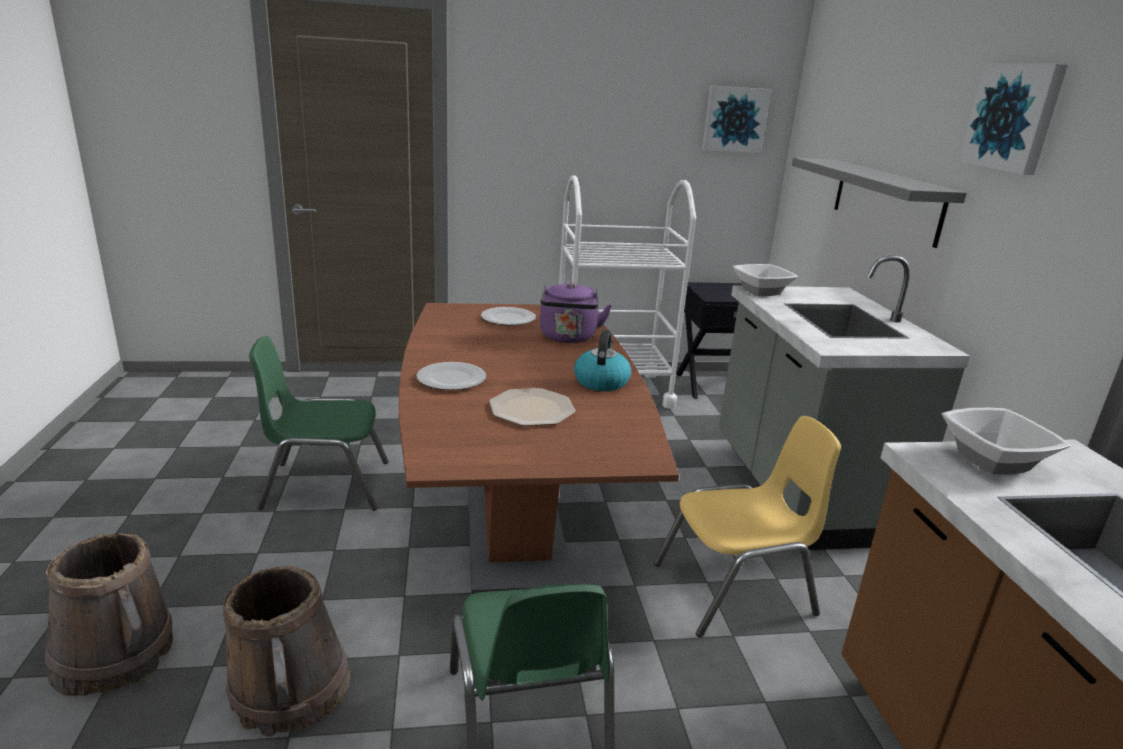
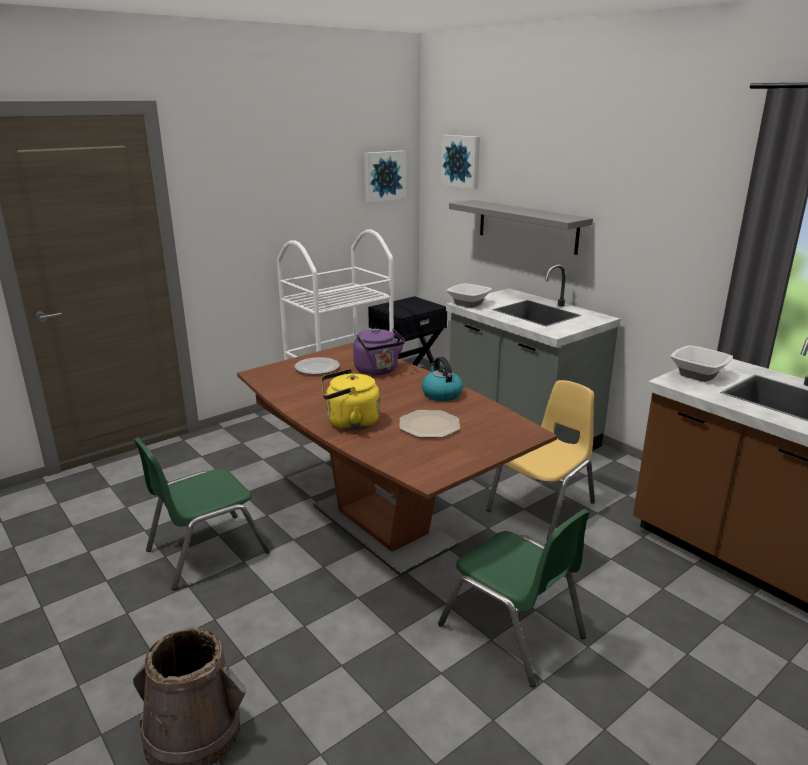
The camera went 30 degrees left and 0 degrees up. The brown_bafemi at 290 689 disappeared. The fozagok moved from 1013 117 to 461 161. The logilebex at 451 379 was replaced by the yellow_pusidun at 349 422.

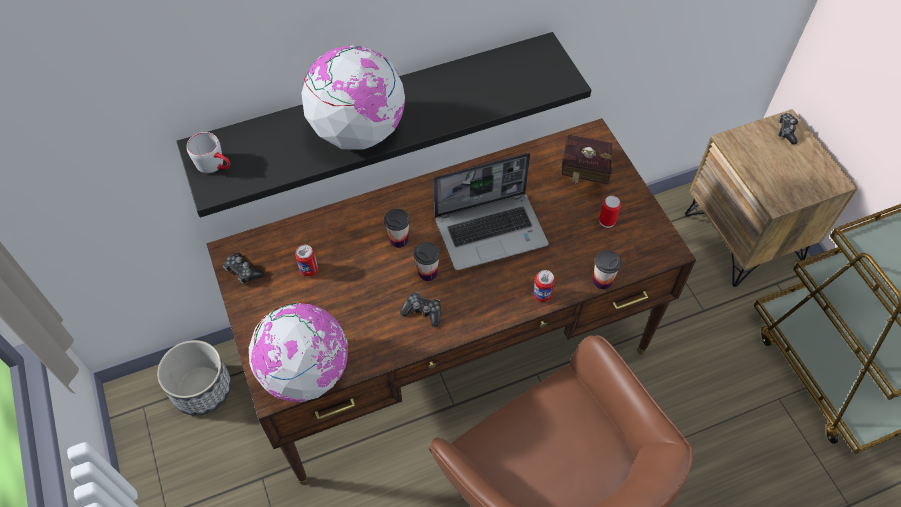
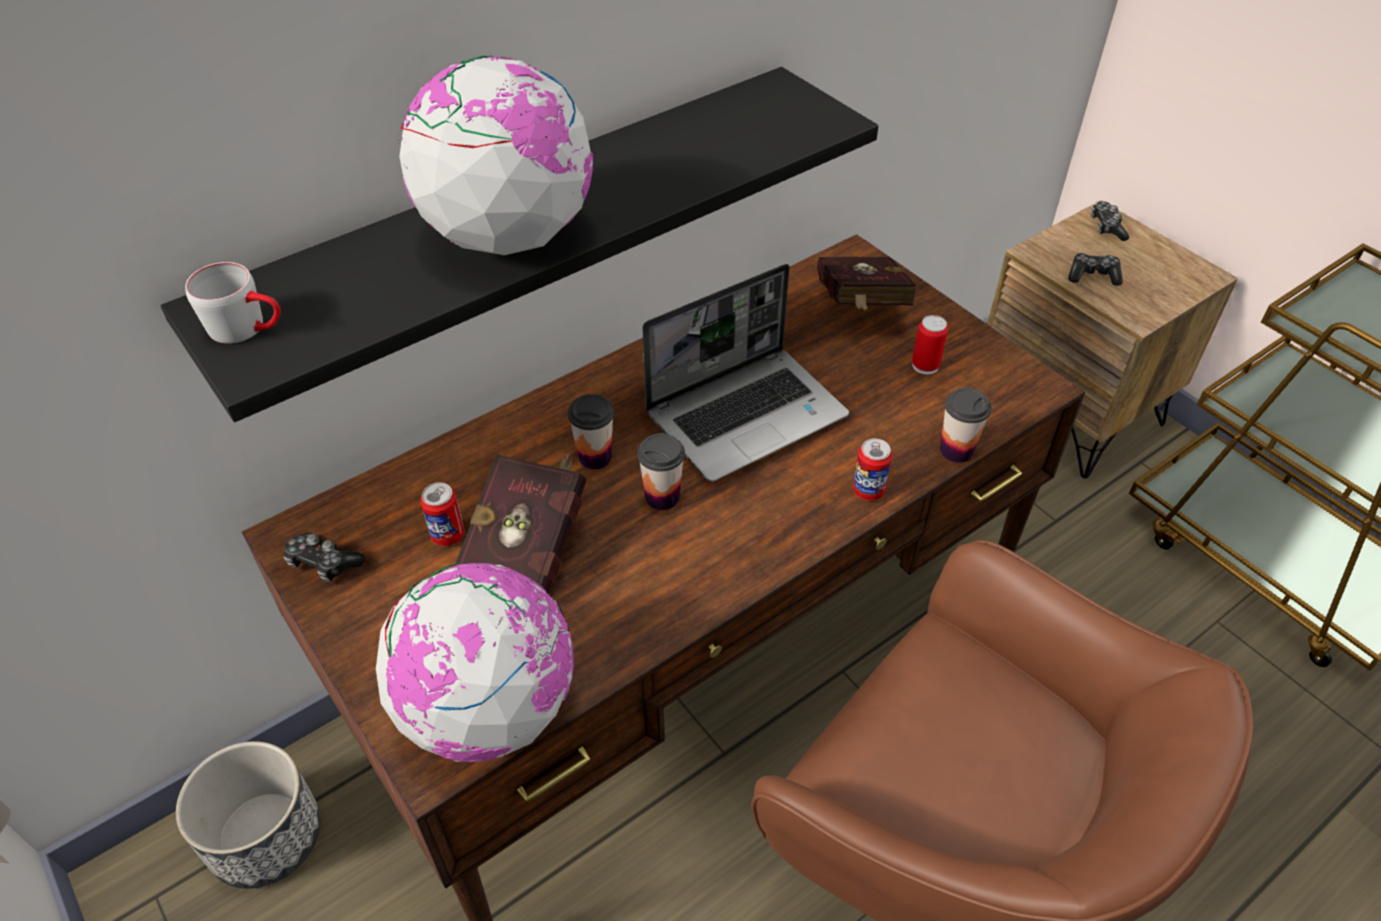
The camera went 15 degrees left and 10 degrees down. The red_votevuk at 529 548 appeared. The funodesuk moved from 423 312 to 1093 276.

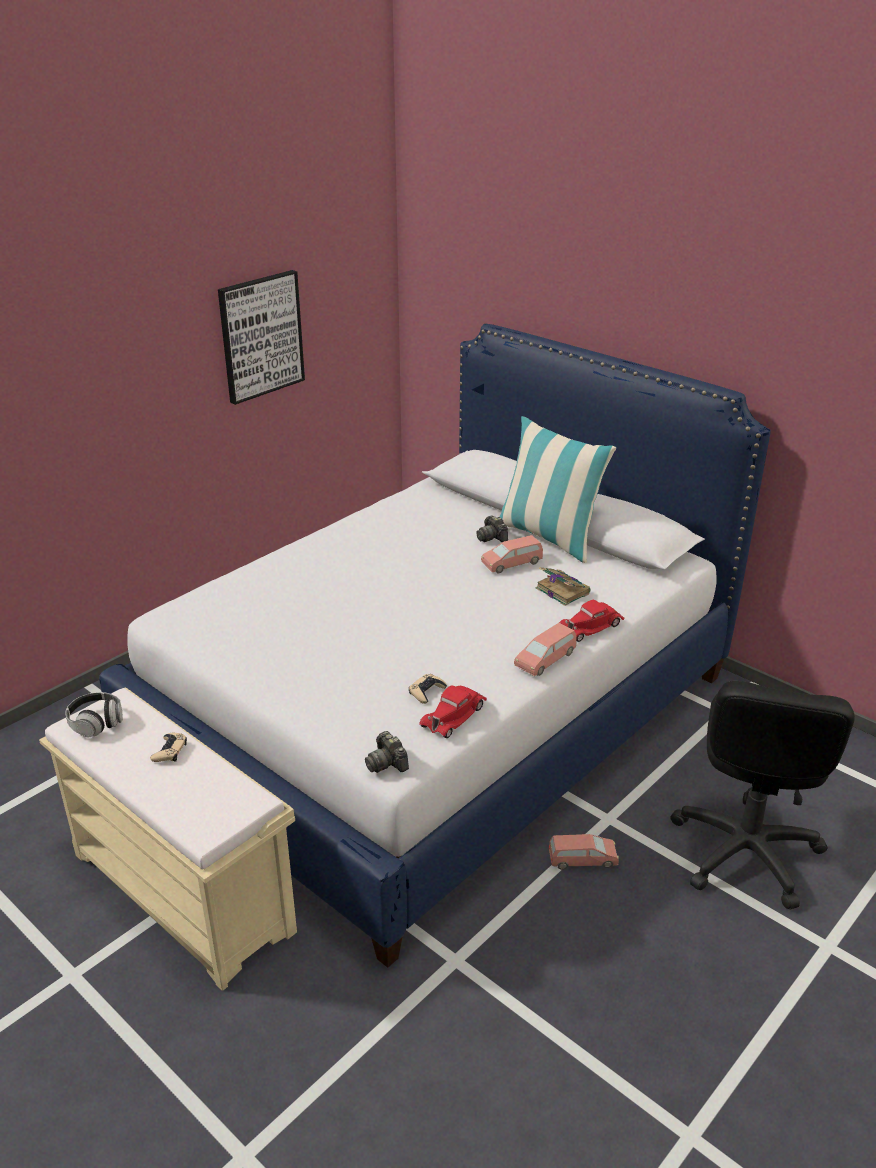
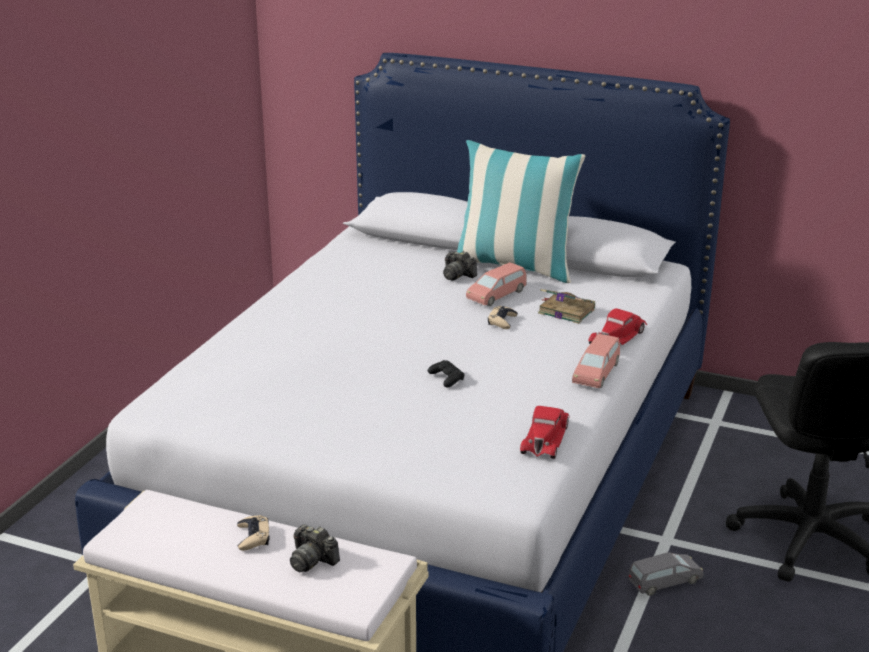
The camera went 20 degrees left and 5 degrees down. The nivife at 96 723 disappeared. The fozagok at 261 336 disappeared. The black_funodesuk at 446 378 appeared. The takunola moved from 387 763 to 312 560. The beige_funodesuk moved from 426 692 to 502 321. The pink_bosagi at 582 859 became the grey_bosagi at 664 582.

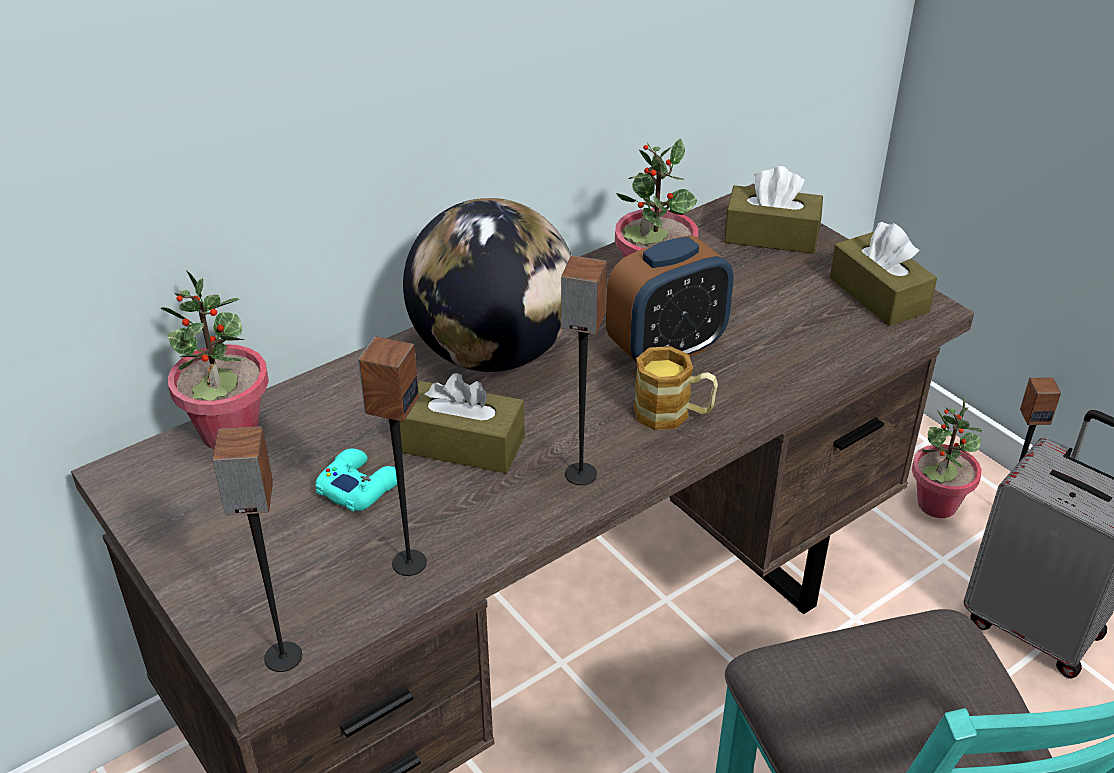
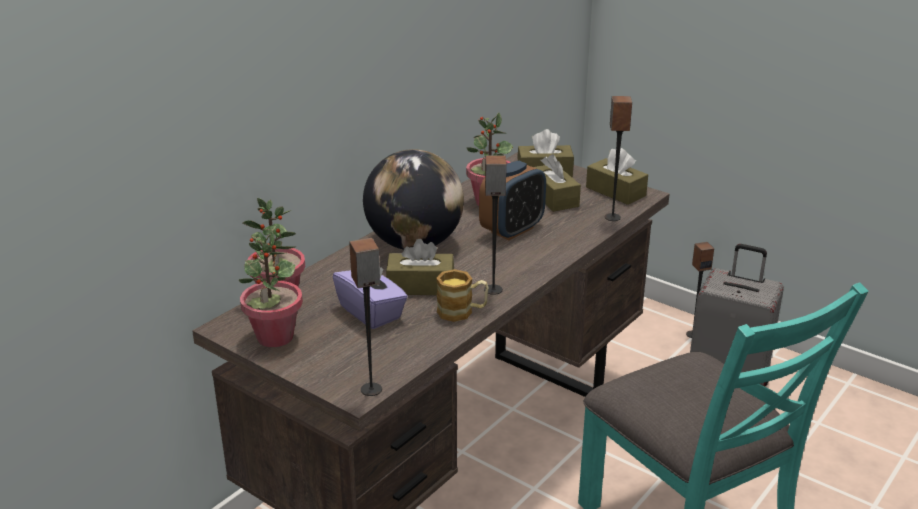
The camera went 15 degrees left and 10 degrees down. The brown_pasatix at 553 198 appeared. The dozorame moved from 408 562 to 612 217. The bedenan moved from 673 414 to 462 312. The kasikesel moved from 936 504 to 274 337. The turquoise_funodesuk at 360 486 was replaced by the purple_pasatix at 371 312.

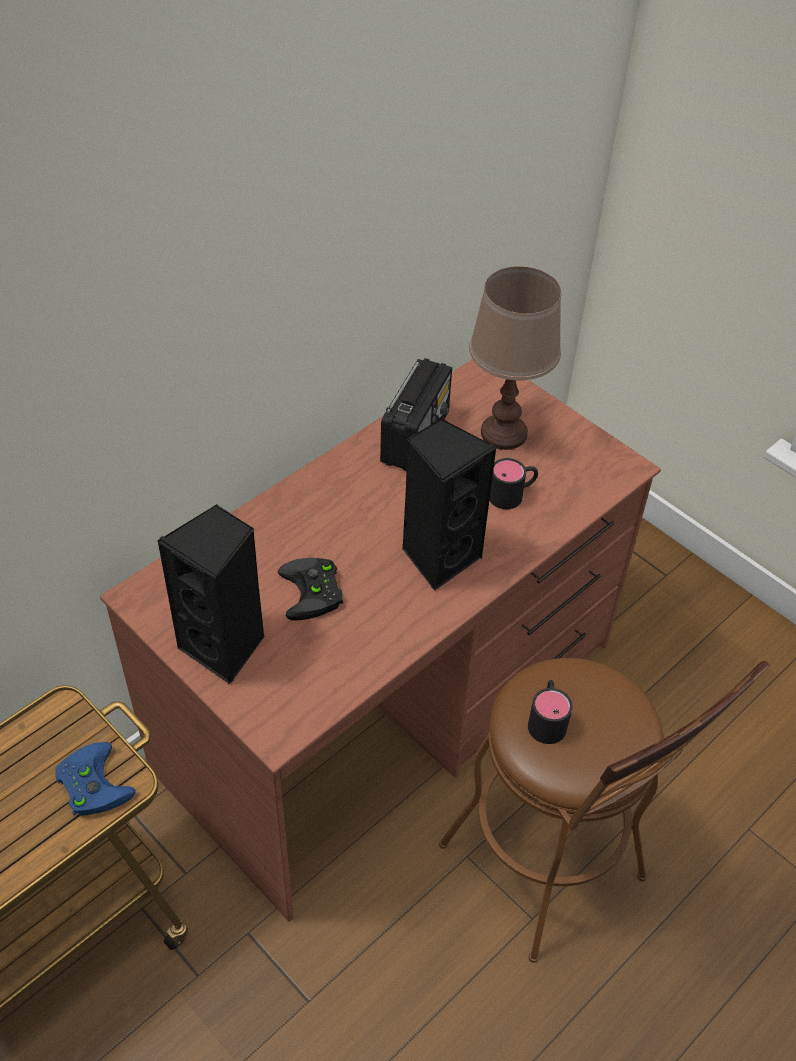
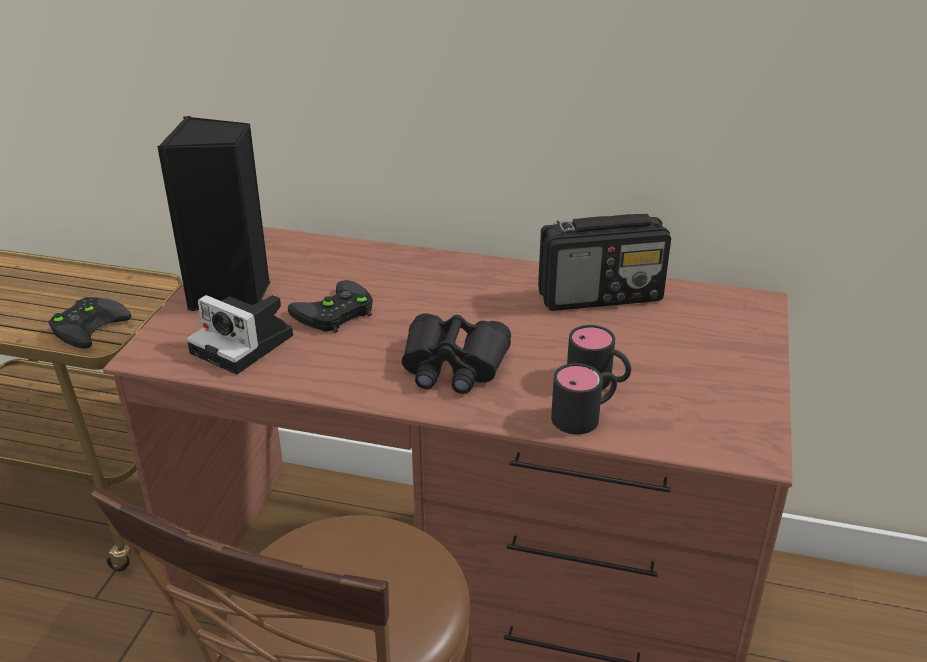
The camera went 60 degrees right and 15 degrees down. The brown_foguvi at 503 434 disappeared. The takunola at 246 344 appeared. The black_bedenan moved from 547 719 to 584 415. The black_dozorame at 439 556 was replaced by the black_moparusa at 453 366. The blue_funodesuk at 90 783 became the black_funodesuk at 88 324.

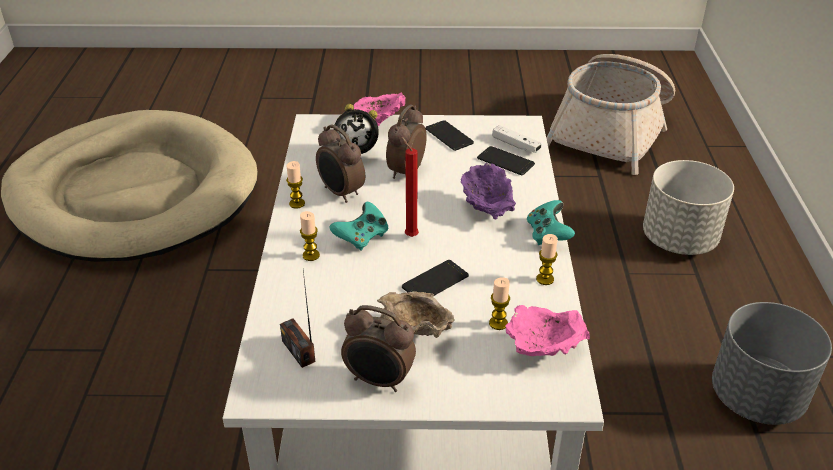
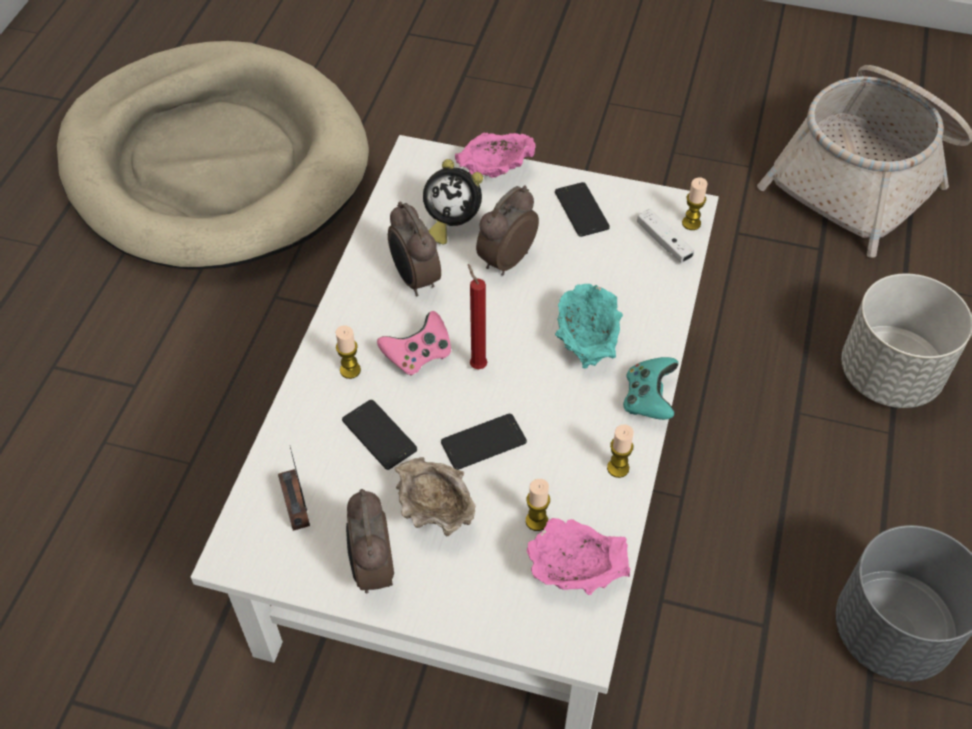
The camera went 15 degrees right and 15 degrees up. The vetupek moved from 297 203 to 691 223. The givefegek moved from 505 161 to 379 435. The turquoise_funodesuk at 362 238 became the pink_funodesuk at 418 356. The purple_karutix at 487 210 became the turquoise_karutix at 586 343. The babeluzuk at 379 381 turned 45 degrees clockwise.

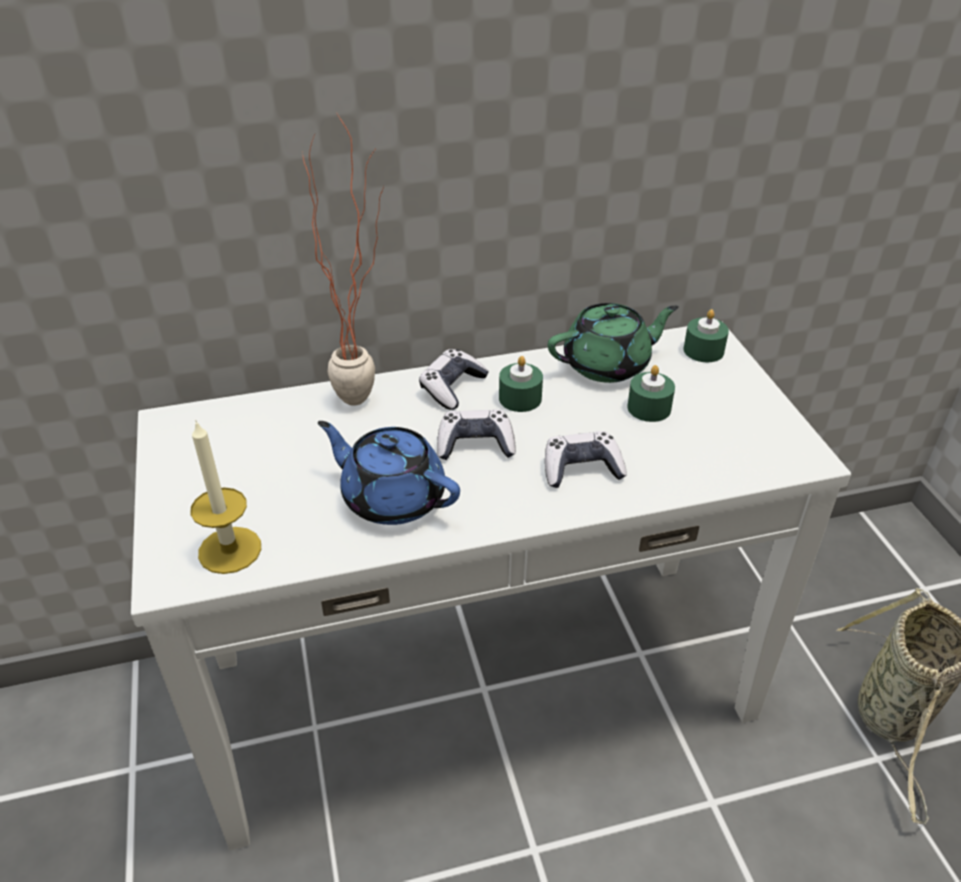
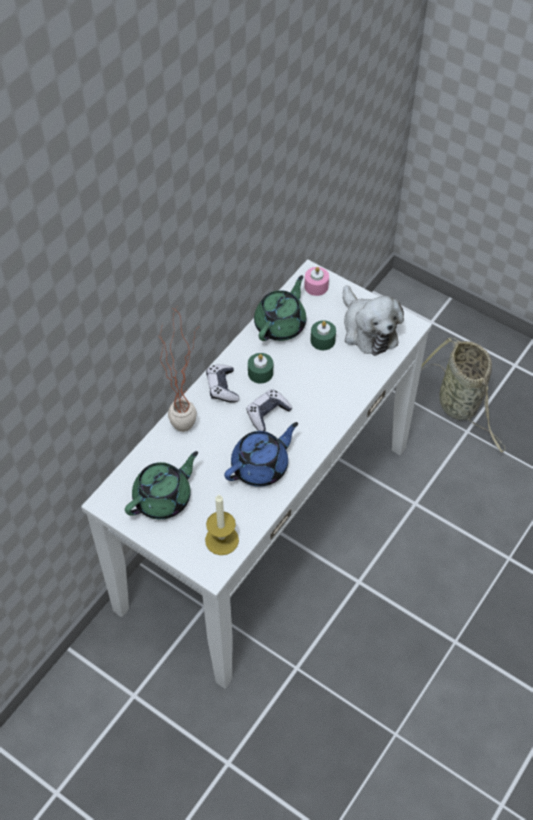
The camera went 40 degrees left and 15 degrees up. The funodesuk at 581 469 disappeared. The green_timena at 163 498 appeared. The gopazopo at 368 329 appeared. The green_vetupek at 703 350 became the pink_vetupek at 316 286. The blue_timena at 392 497 turned 150 degrees clockwise.

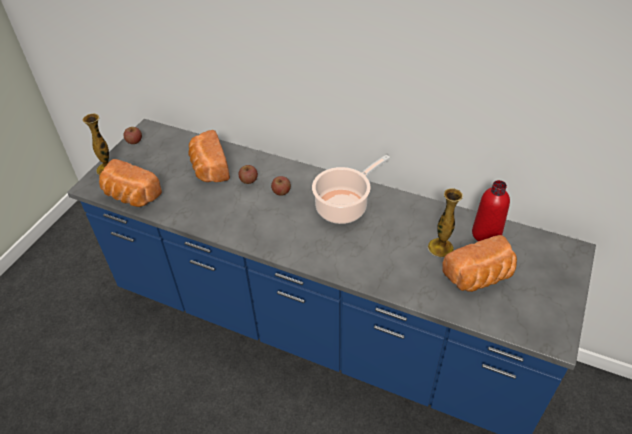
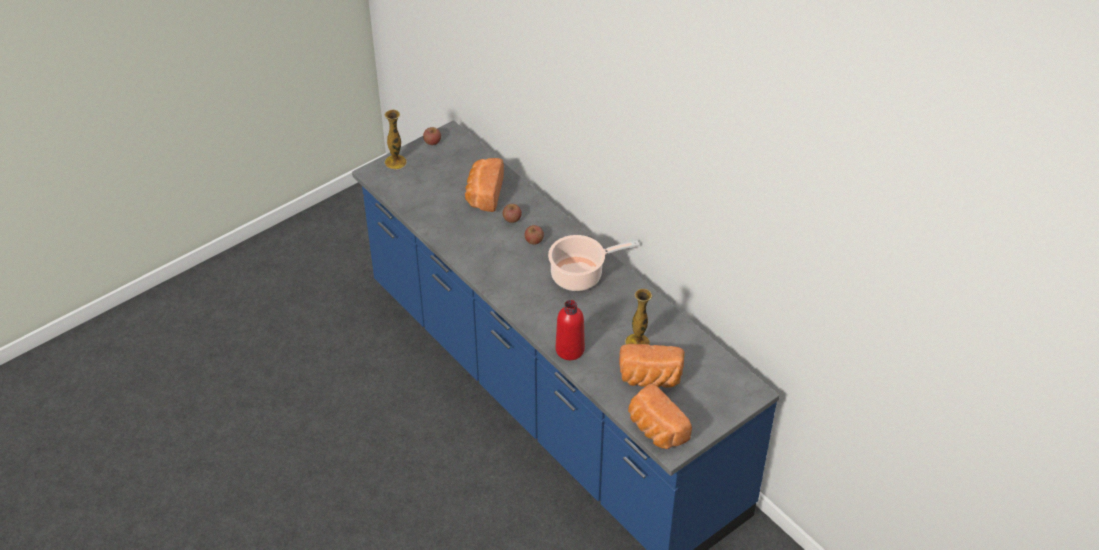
The camera went 25 degrees right and 0 degrees up. The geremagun moved from 130 196 to 655 429. The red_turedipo moved from 486 234 to 570 350.

